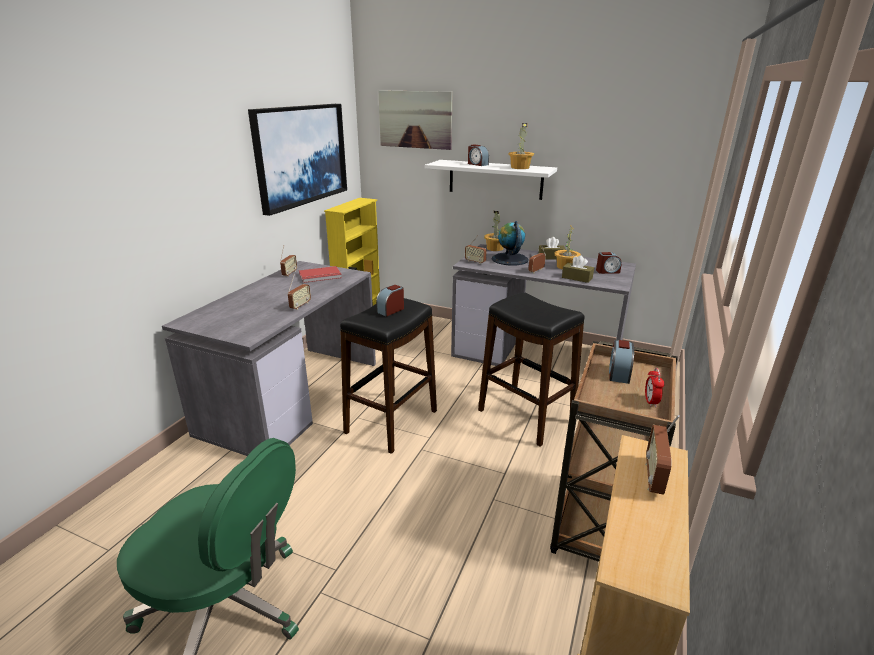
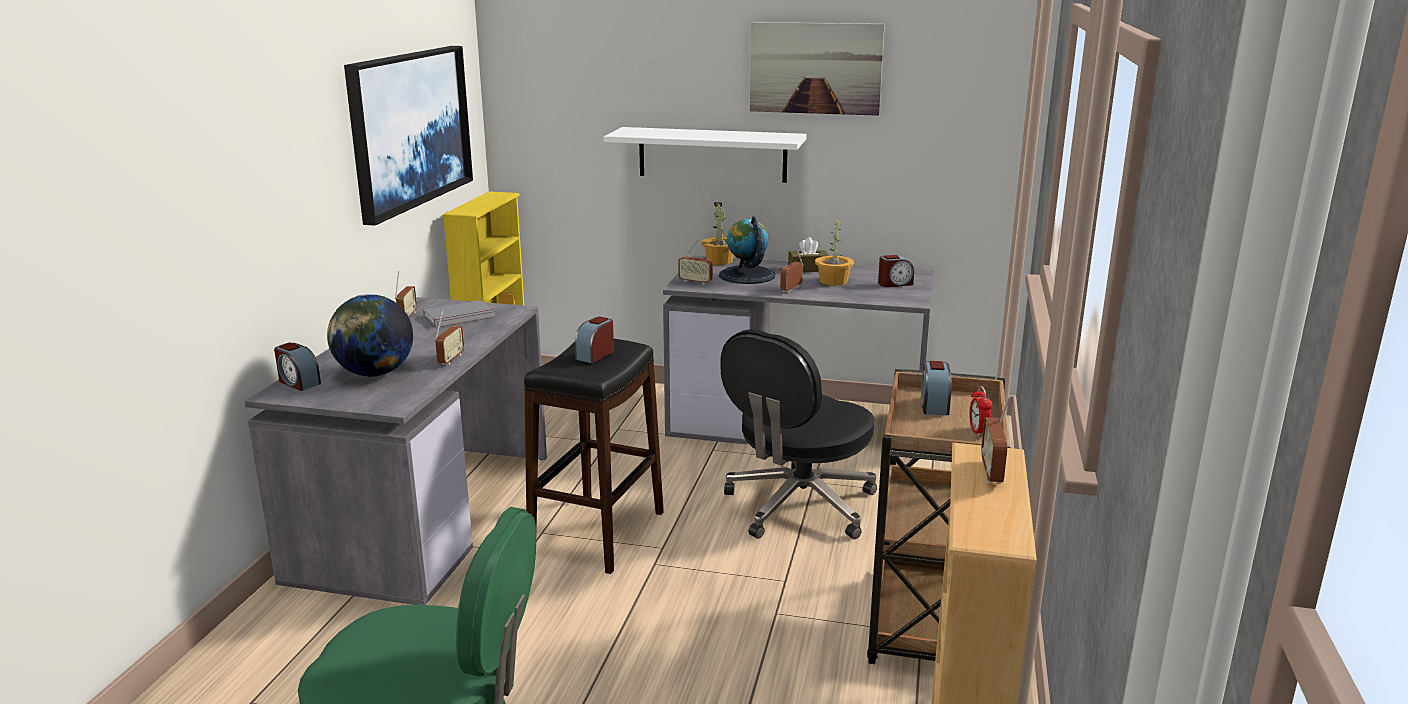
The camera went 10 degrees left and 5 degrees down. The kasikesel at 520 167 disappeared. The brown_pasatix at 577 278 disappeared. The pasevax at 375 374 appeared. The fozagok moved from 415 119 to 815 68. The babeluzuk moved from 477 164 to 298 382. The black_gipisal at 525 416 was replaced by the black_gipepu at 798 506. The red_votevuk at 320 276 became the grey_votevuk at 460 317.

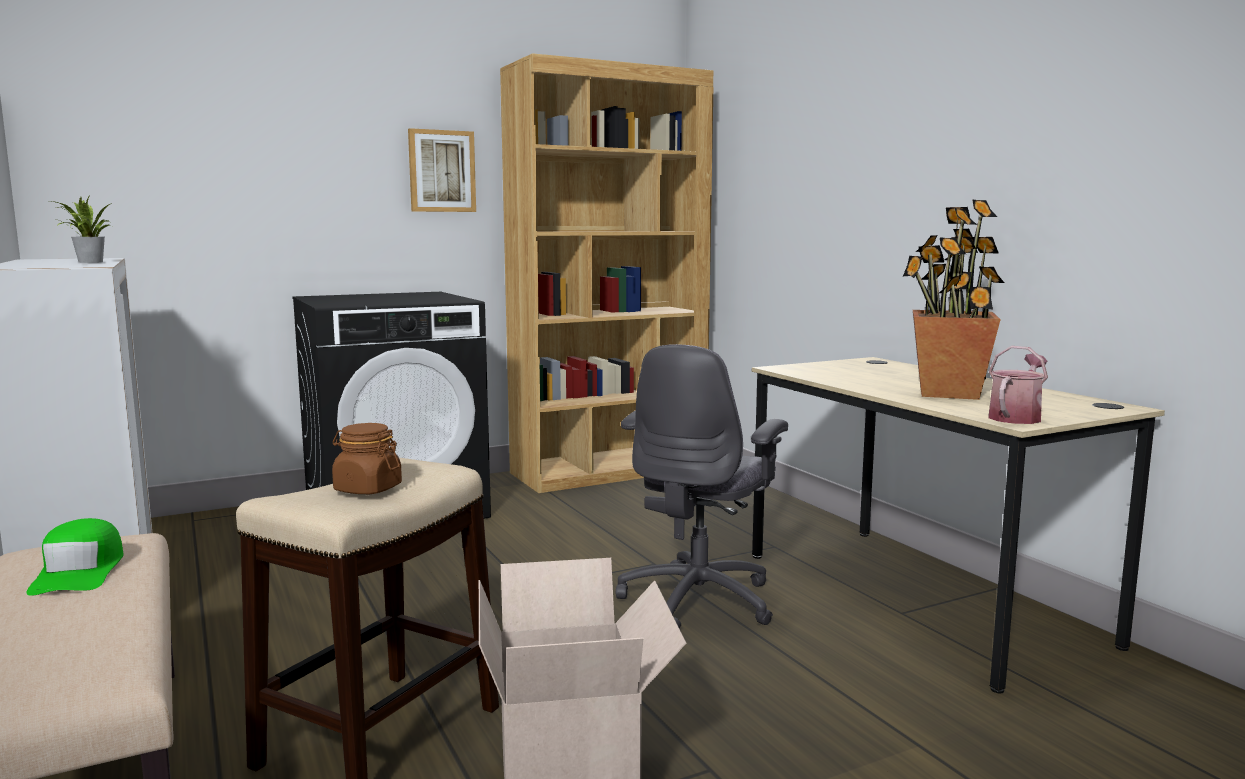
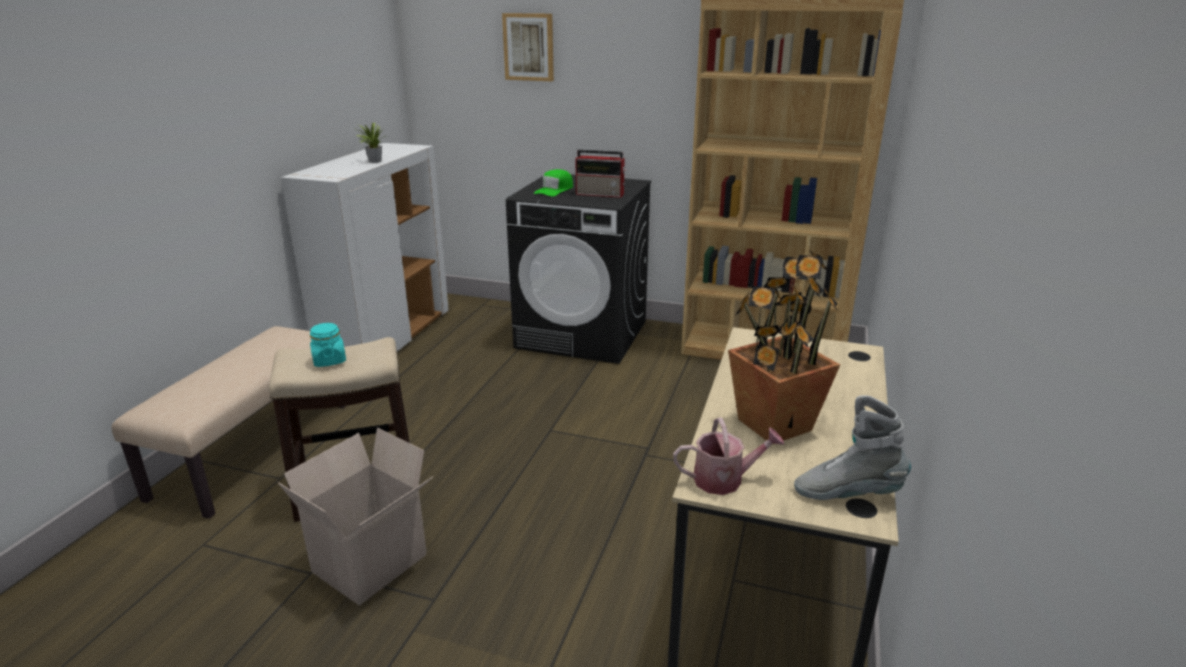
The camera went 45 degrees right and 15 degrees up. The grey_gipepu at 700 600 disappeared. The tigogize at 601 194 appeared. The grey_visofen at 847 493 appeared. The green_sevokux moved from 80 572 to 554 190. The fozagok moved from 442 171 to 529 47. The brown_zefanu at 367 489 became the turquoise_zefanu at 329 360.

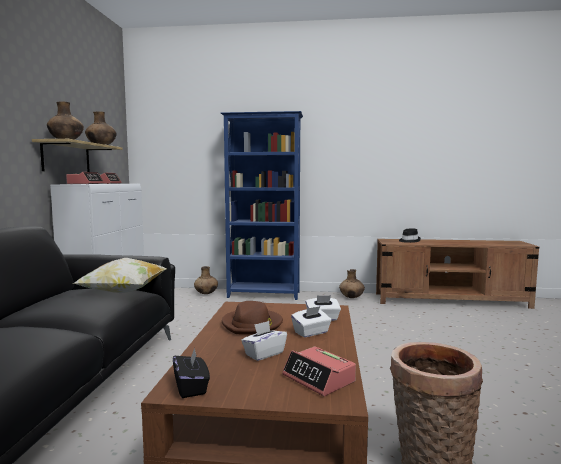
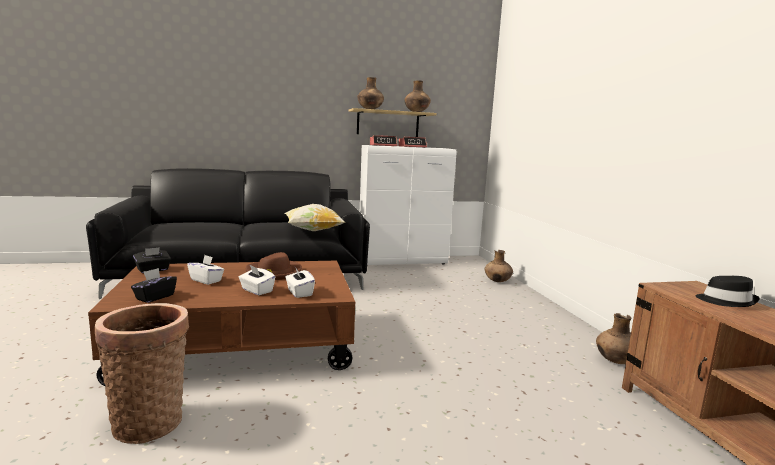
The camera went 70 degrees right and 5 degrees up. The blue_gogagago at 264 295 disappeared. The babeluzuk at 319 379 was replaced by the black_pasatix at 154 297.

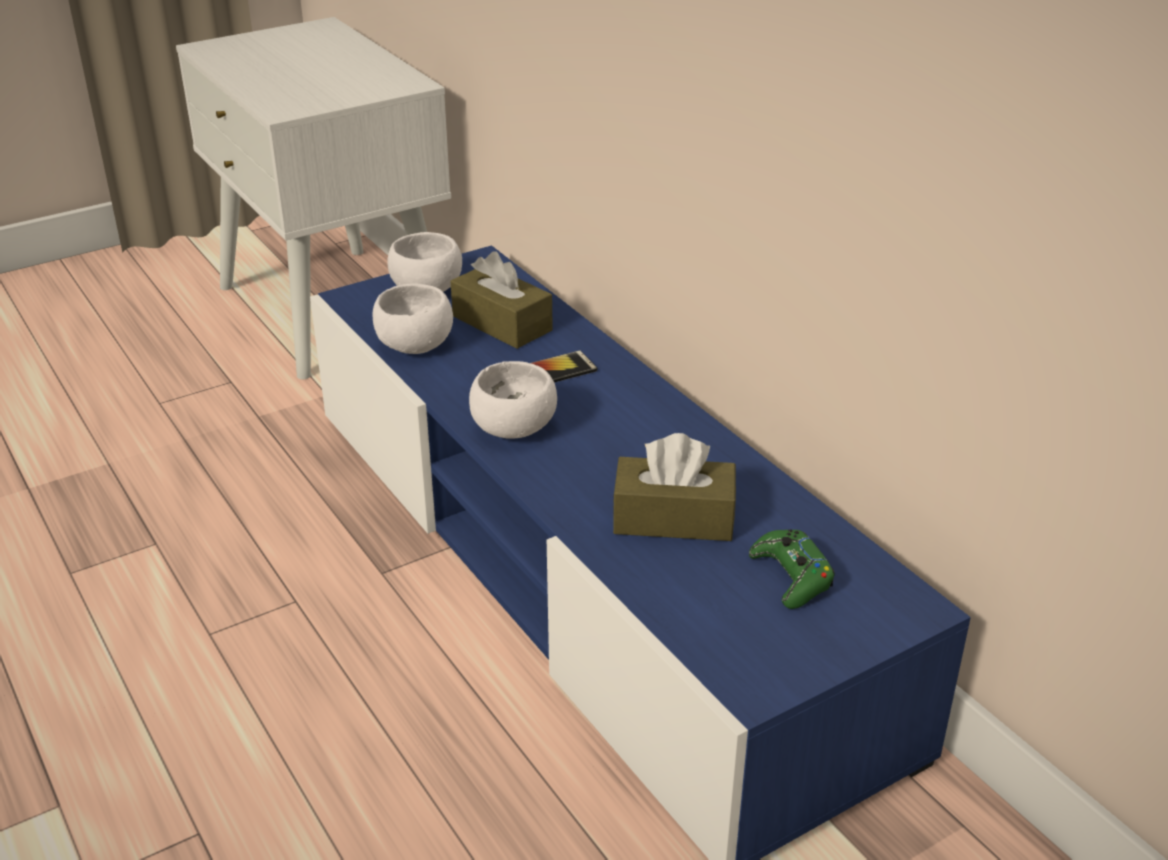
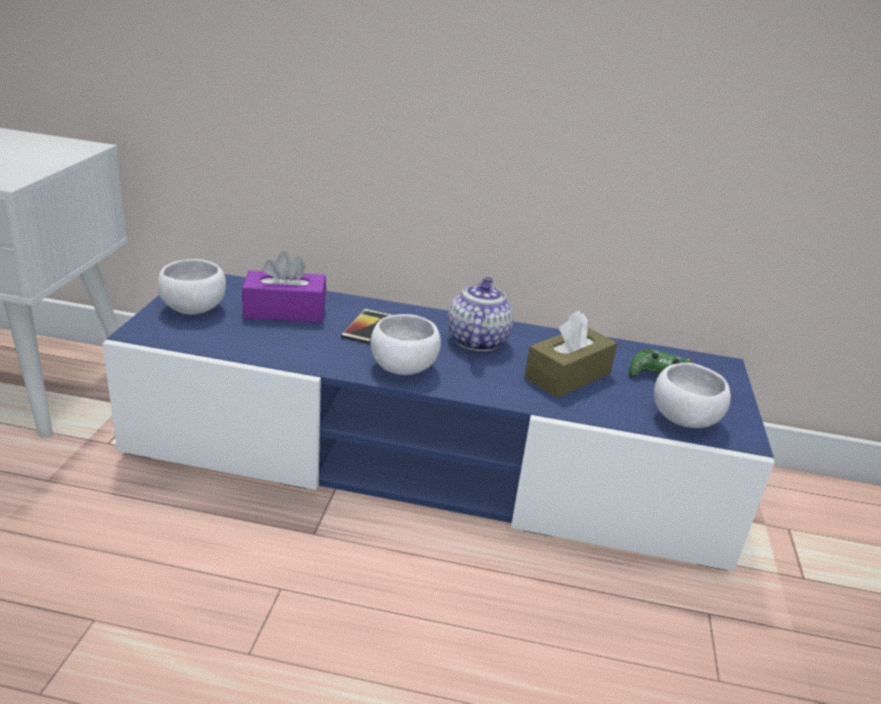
The camera went 50 degrees left and 5 degrees down. The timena at 476 340 appeared. The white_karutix moved from 413 344 to 682 419. The brown_pasatix at 502 323 became the purple_pasatix at 285 311.

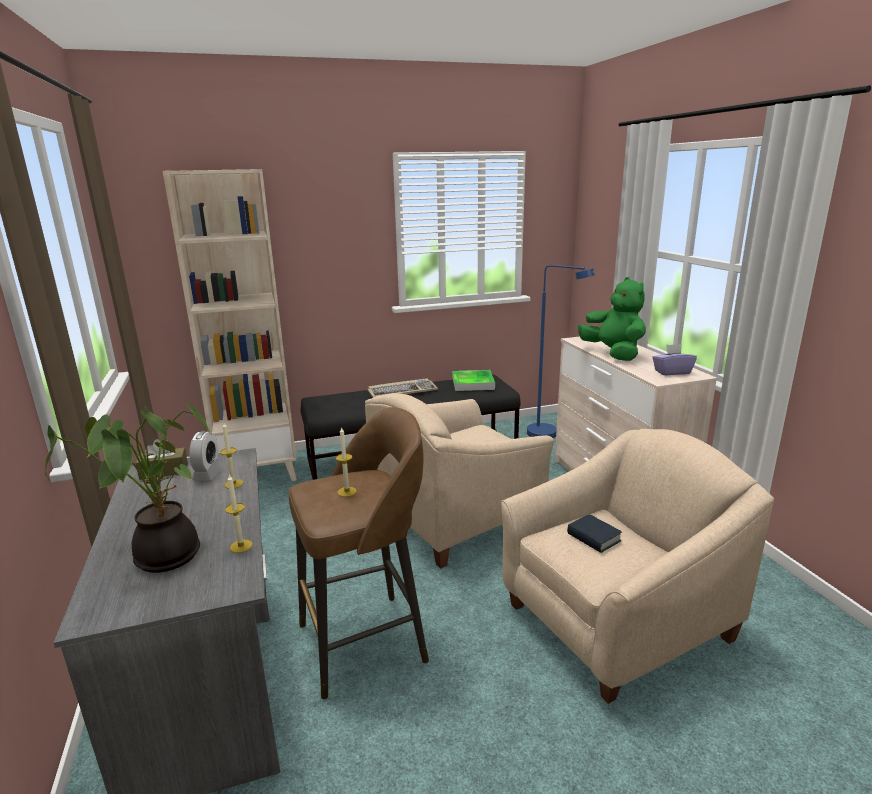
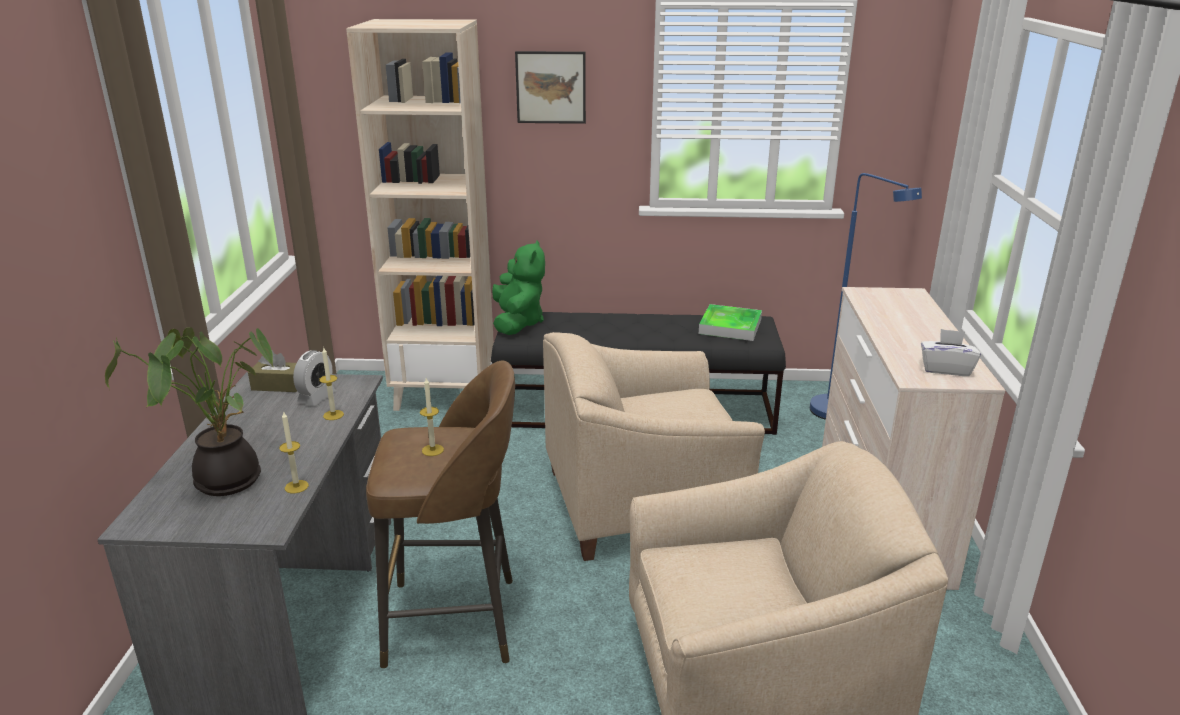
The camera went 20 degrees right and 5 degrees up. The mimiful at 402 391 disappeared. The votevuk at 593 538 disappeared. The fozagok at 551 87 appeared. The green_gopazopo moved from 613 354 to 517 323. The purple_pasatix at 672 372 became the white_pasatix at 945 369.

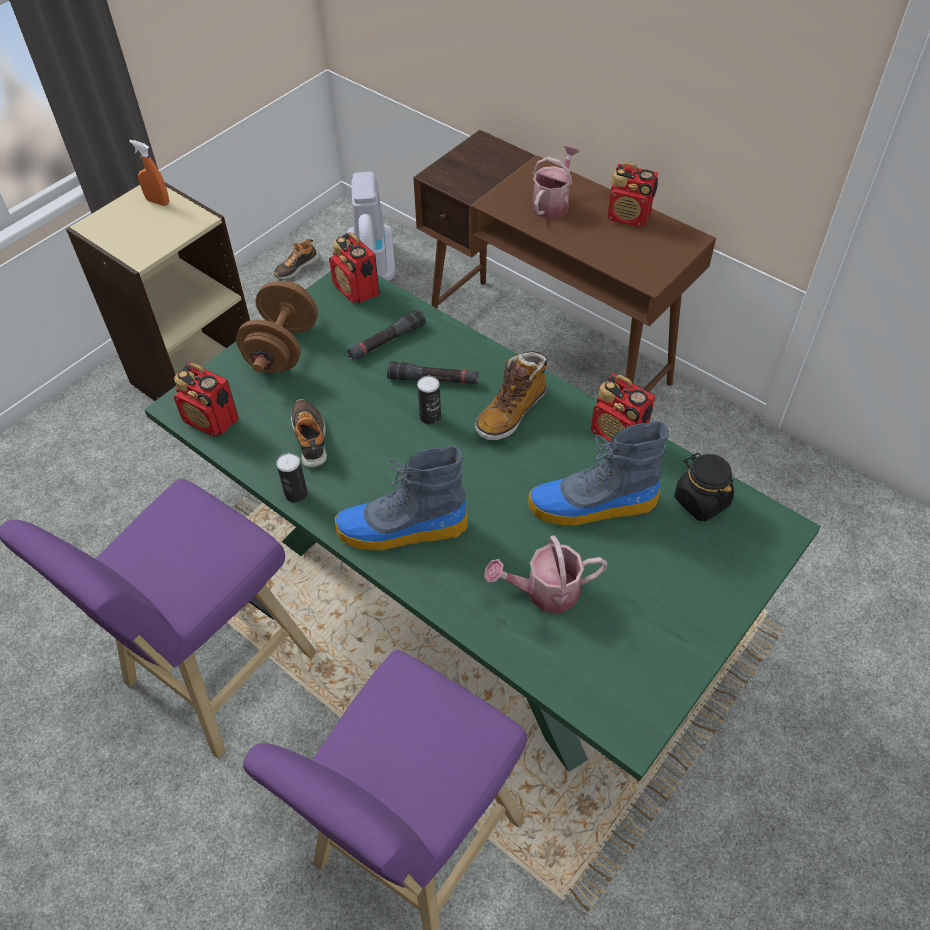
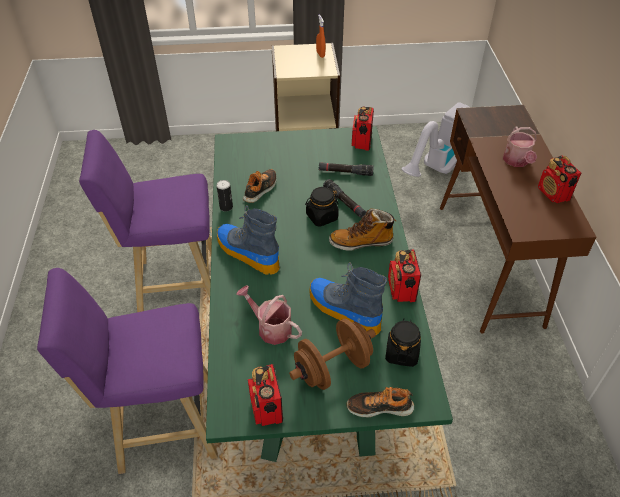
The camera went 45 degrees right and 5 degrees down. The tigogize moved from 211 421 to 266 409. The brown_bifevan moved from 282 349 to 332 368. The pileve moved from 296 267 to 379 406. The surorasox at 430 416 was replaced by the black_zefanu at 321 217. The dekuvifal at 553 203 turned 105 degrees clockwise.

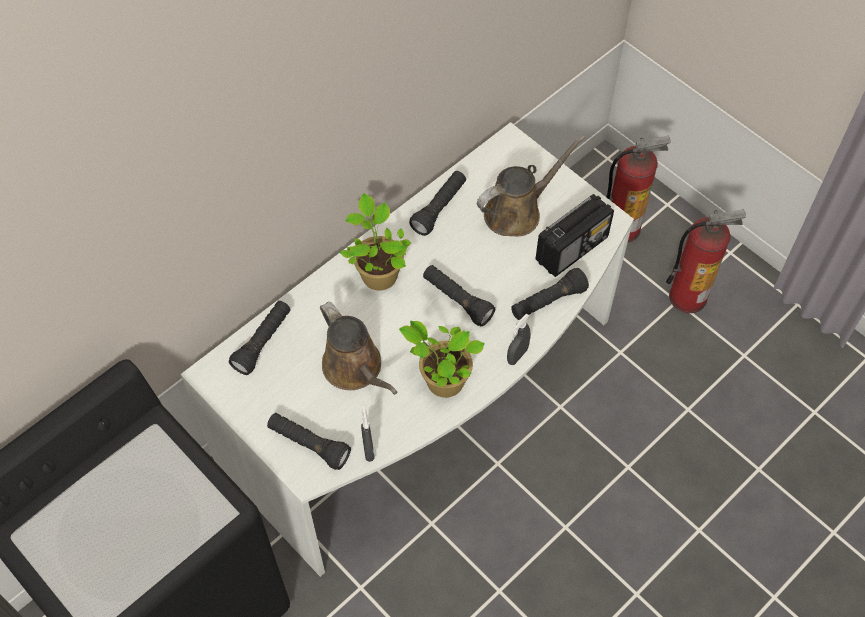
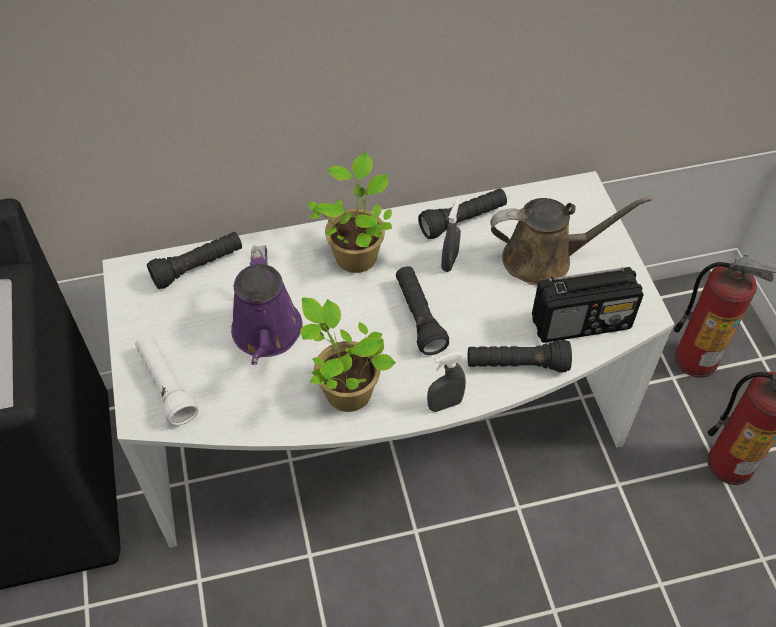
The camera went 30 degrees right and 5 degrees down. The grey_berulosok moved from 368 449 to 449 261. The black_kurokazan at 308 445 became the white_kurokazan at 166 386. The brown_dekuvifal at 355 369 became the purple_dekuvifal at 267 335.

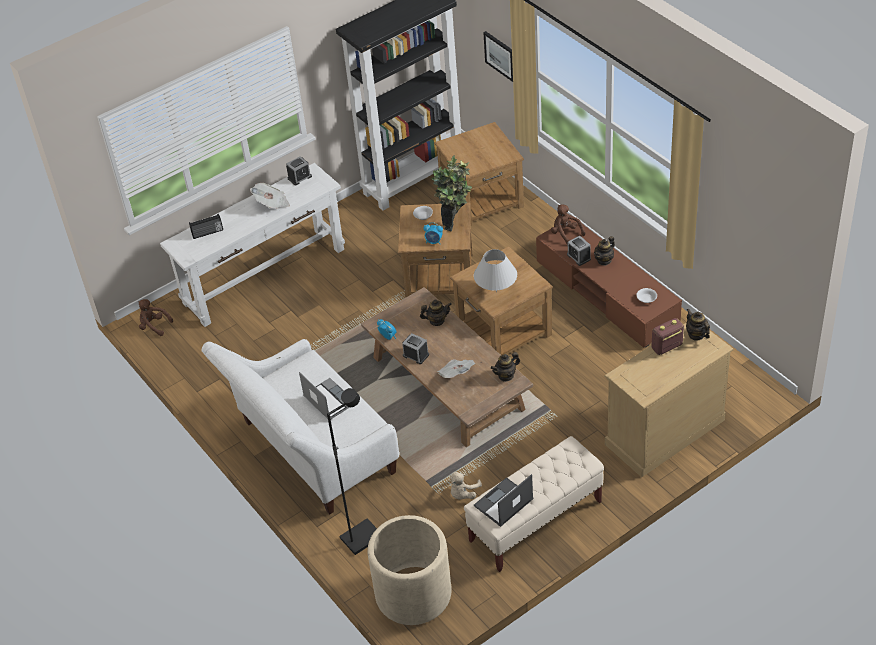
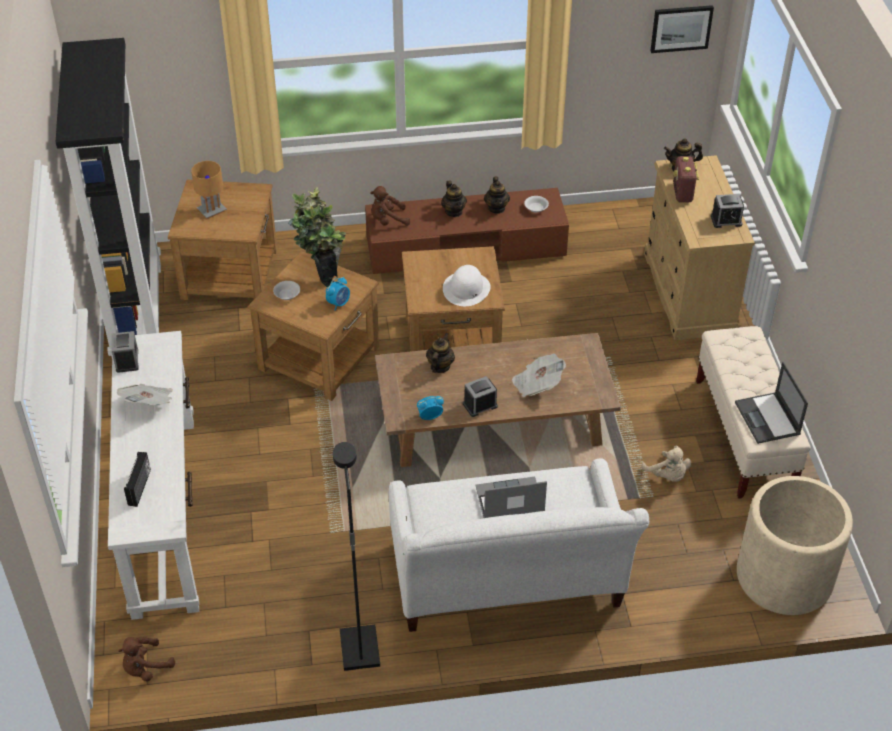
The camera went 65 degrees left and 0 degrees up. The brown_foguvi at 212 210 appeared. The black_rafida moved from 361 537 to 358 649. The fozagok moved from 500 56 to 681 28. The timena moved from 506 375 to 496 208. The babeluzuk moved from 579 257 to 726 220. The white_foguvi at 496 292 was replaced by the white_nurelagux at 466 289.

